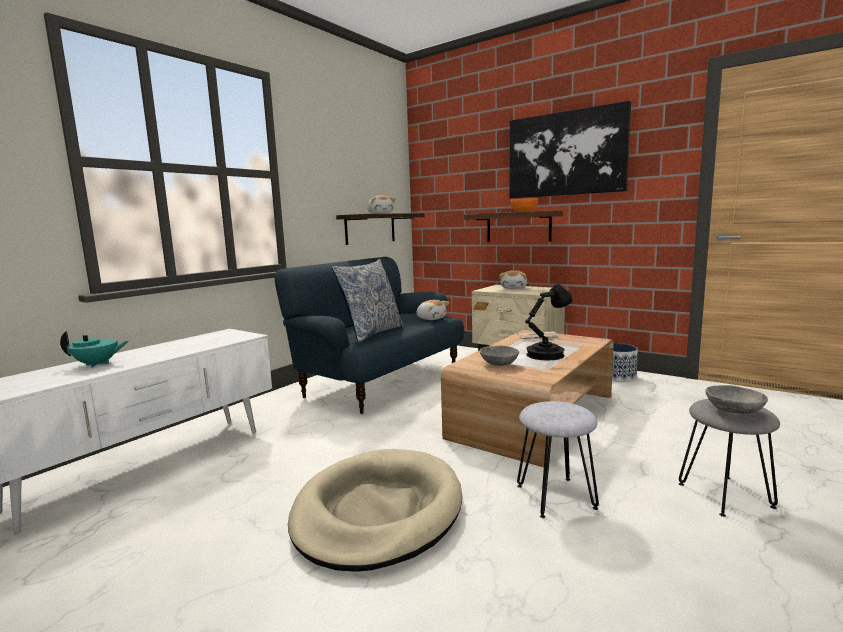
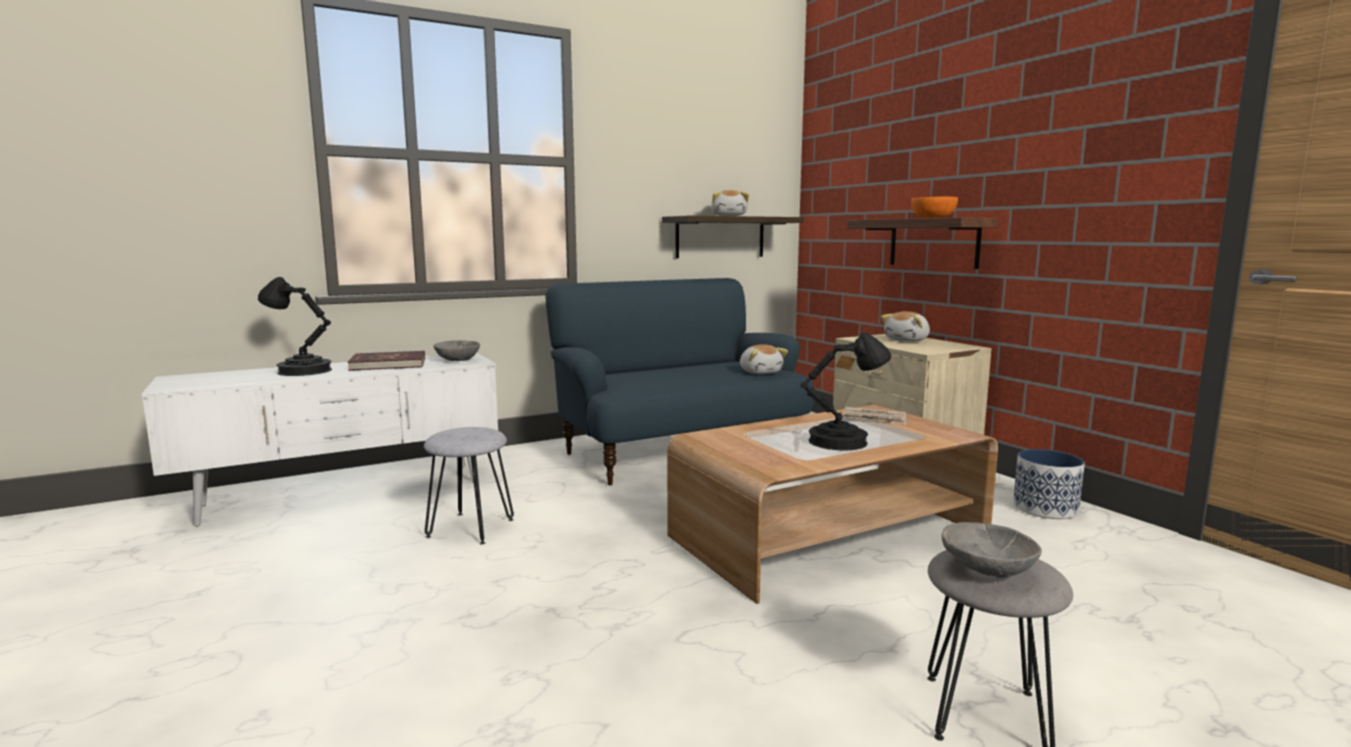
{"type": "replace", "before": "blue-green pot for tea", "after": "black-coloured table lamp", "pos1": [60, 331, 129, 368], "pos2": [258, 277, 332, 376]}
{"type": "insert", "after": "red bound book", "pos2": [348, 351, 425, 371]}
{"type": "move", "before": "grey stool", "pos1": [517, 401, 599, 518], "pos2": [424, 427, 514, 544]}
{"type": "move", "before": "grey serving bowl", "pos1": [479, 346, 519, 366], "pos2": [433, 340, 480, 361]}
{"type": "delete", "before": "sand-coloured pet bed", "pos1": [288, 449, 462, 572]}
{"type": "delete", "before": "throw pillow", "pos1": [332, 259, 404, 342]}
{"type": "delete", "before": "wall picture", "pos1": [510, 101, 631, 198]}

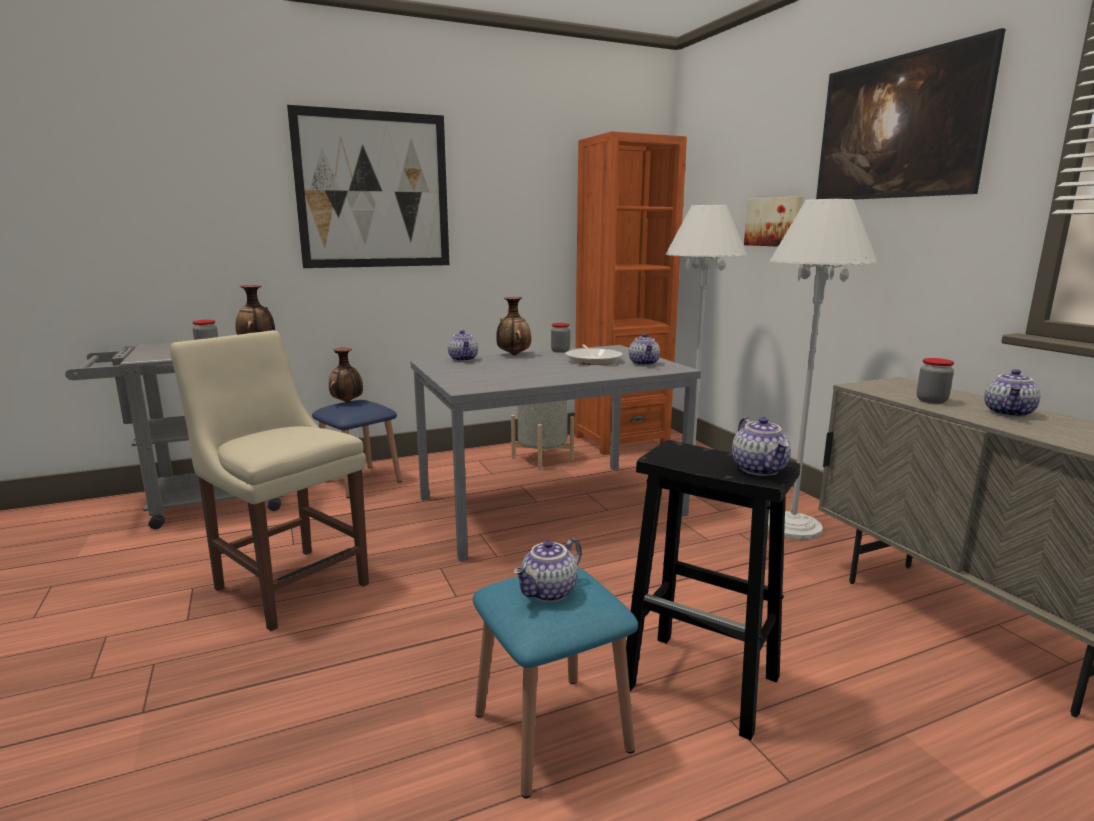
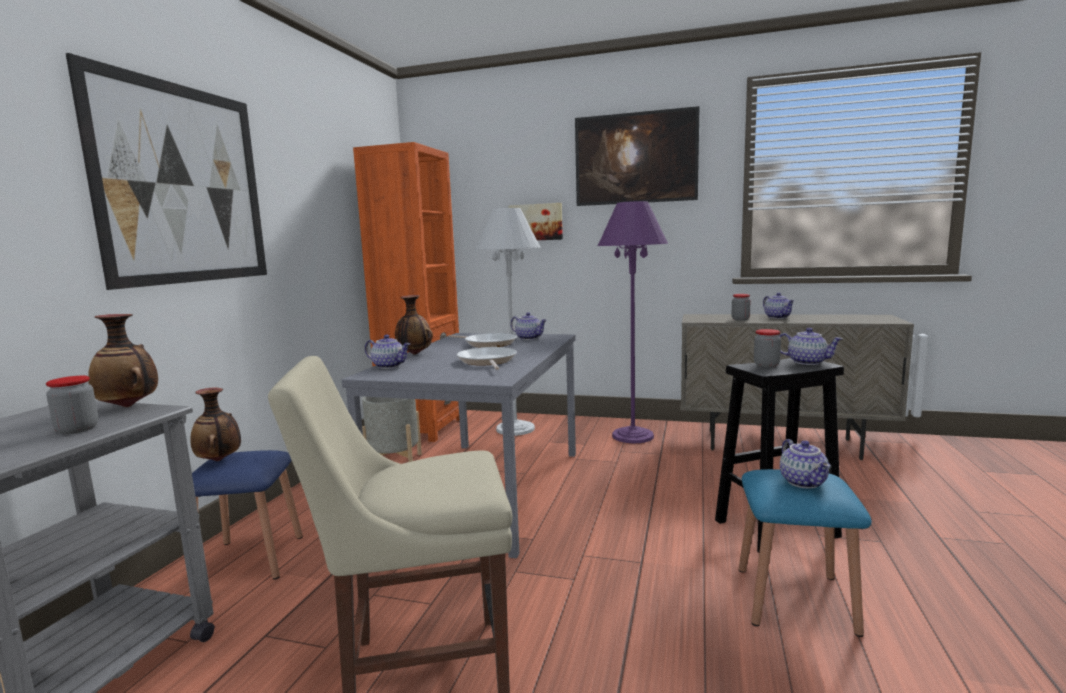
{"type": "insert", "after": "pan", "pos2": [457, 347, 517, 370]}
{"type": "recolor", "before": "white standard lamp", "after": "purple-coloured standard lamp", "pos1": [768, 199, 878, 540], "pos2": [598, 201, 668, 443]}
{"type": "move", "before": "jar", "pos1": [551, 323, 570, 353], "pos2": [754, 329, 781, 367]}

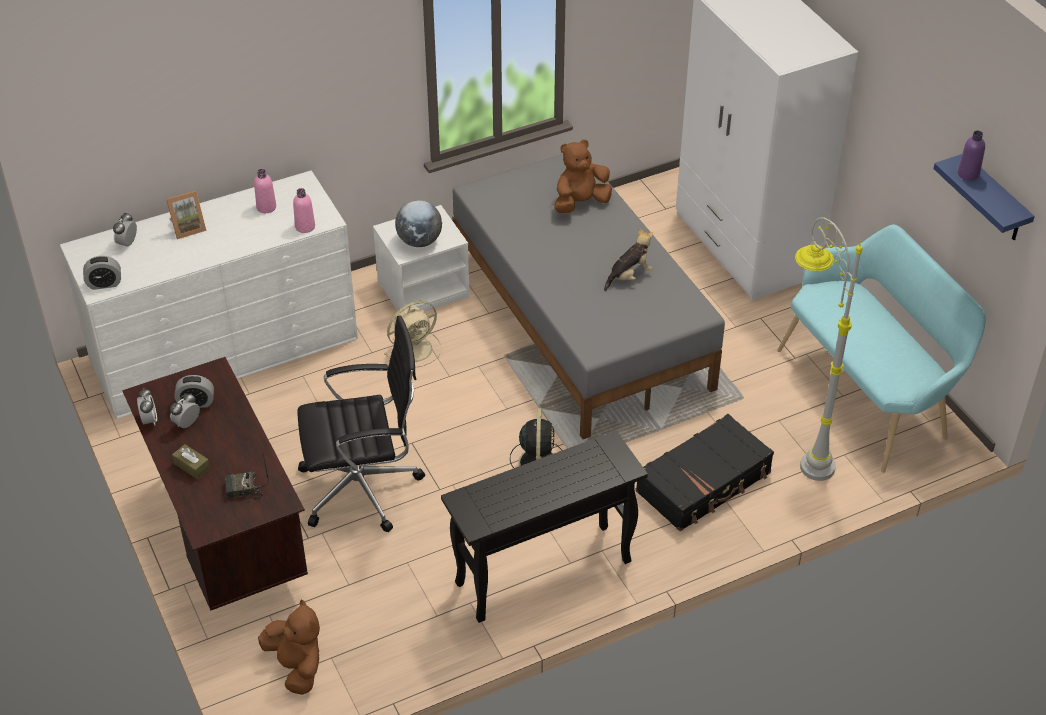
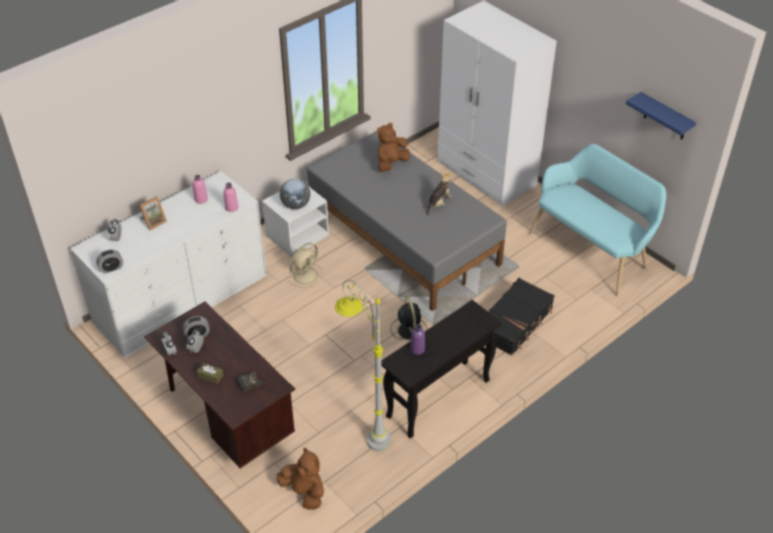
{"type": "move", "before": "grey standard lamp", "pos1": [795, 218, 863, 481], "pos2": [335, 280, 391, 451]}
{"type": "move", "before": "purple-coloured beverage bottle", "pos1": [958, 131, 985, 181], "pos2": [410, 324, 425, 355]}
{"type": "delete", "before": "black-coloured computer chair", "pos1": [297, 315, 425, 532]}

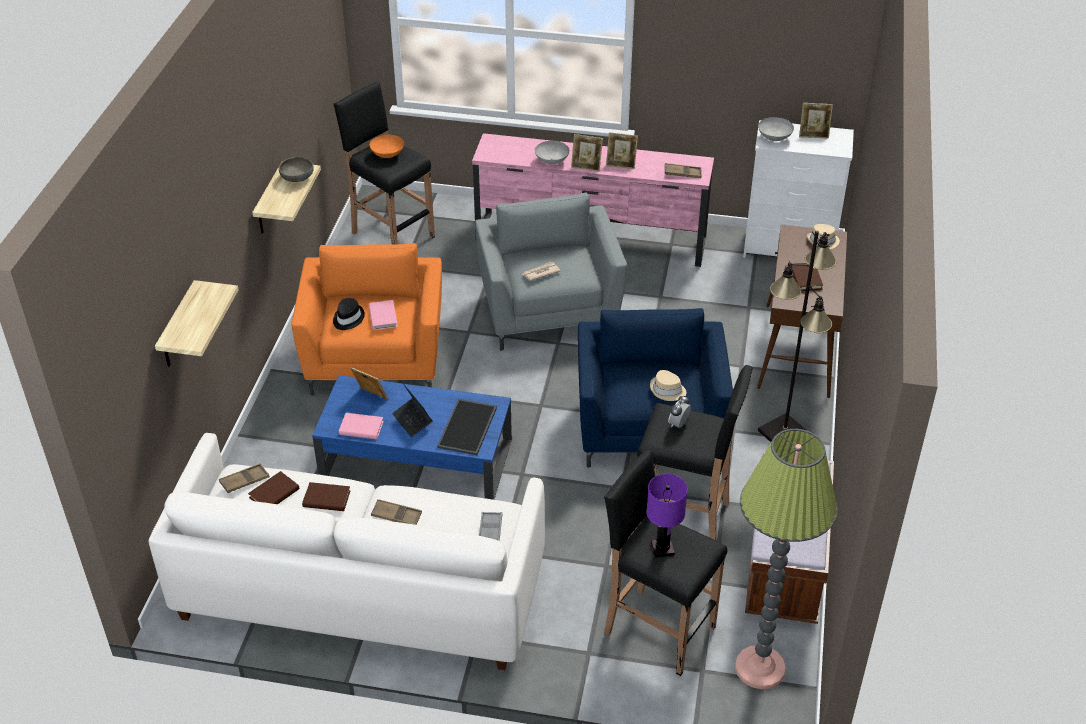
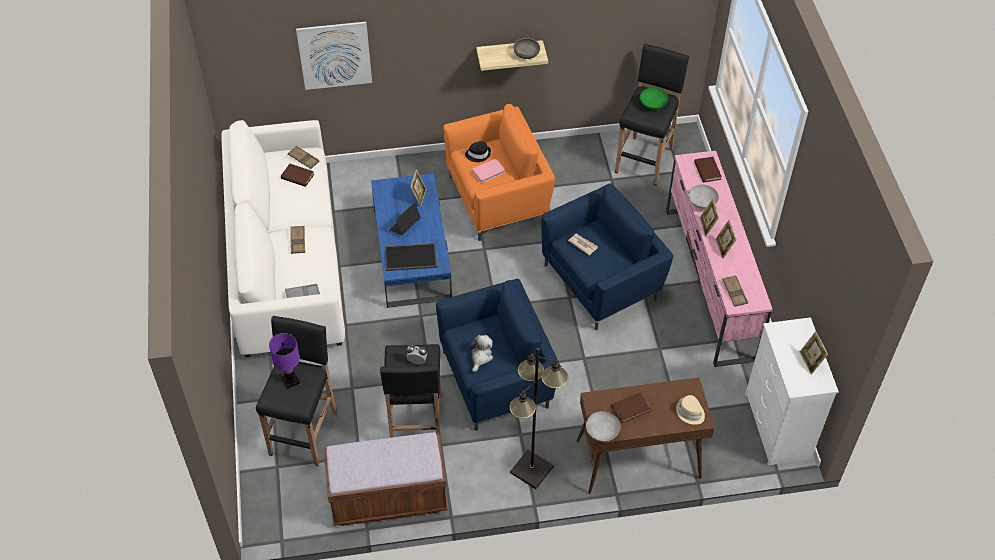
{"type": "replace", "before": "bracket shelf", "after": "wall picture", "pos1": [155, 280, 238, 367], "pos2": [296, 22, 372, 90]}
{"type": "replace", "before": "sand-coloured hat", "after": "plush toy", "pos1": [650, 370, 687, 401], "pos2": [471, 335, 493, 372]}
{"type": "recolor", "before": "grey armchair", "after": "blue-coloured armchair", "pos1": [475, 193, 627, 351], "pos2": [541, 183, 673, 330]}
{"type": "move", "before": "grey serving bowl", "pos1": [758, 117, 794, 141], "pos2": [586, 411, 621, 442]}
{"type": "recolor", "before": "orange serving bowl", "after": "greenish serving bowl", "pos1": [370, 135, 404, 158], "pos2": [640, 88, 668, 110]}
{"type": "move", "before": "brown bound book", "pos1": [302, 482, 351, 511], "pos2": [694, 157, 722, 183]}
{"type": "delete", "before": "pink-coloured bound book", "pos1": [339, 413, 384, 439]}
{"type": "delete", "before": "standard lamp", "pos1": [735, 429, 837, 689]}

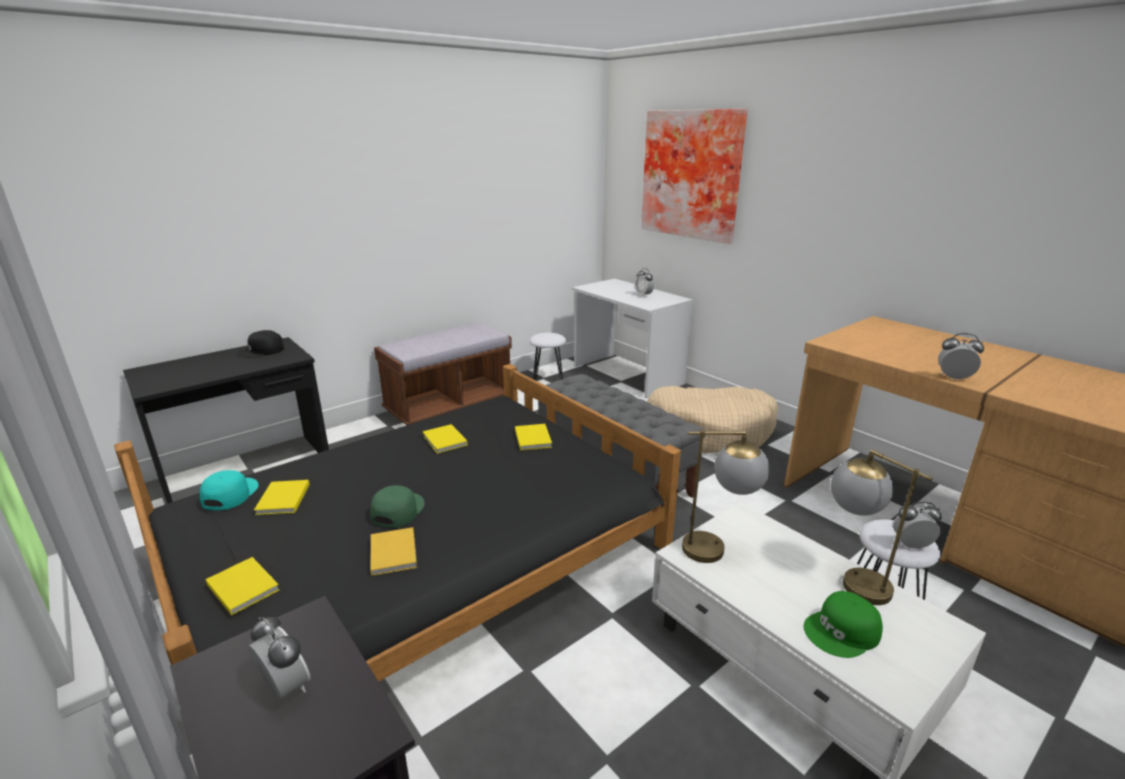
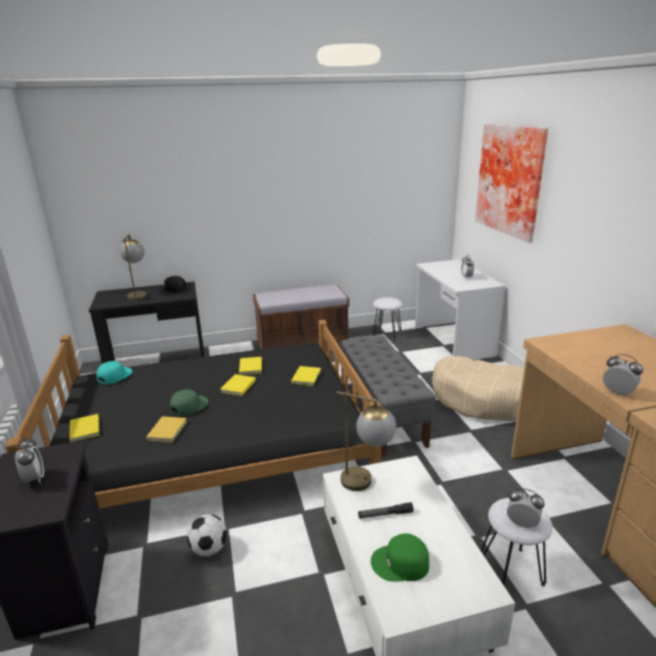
{"type": "move", "before": "table lamp", "pos1": [831, 450, 932, 605], "pos2": [120, 234, 147, 301]}
{"type": "insert", "after": "ball for football", "pos2": [187, 514, 227, 556]}
{"type": "move", "before": "yellowish bound book", "pos1": [254, 480, 310, 515], "pos2": [220, 374, 256, 396]}
{"type": "insert", "after": "hand torch", "pos2": [358, 502, 414, 519]}

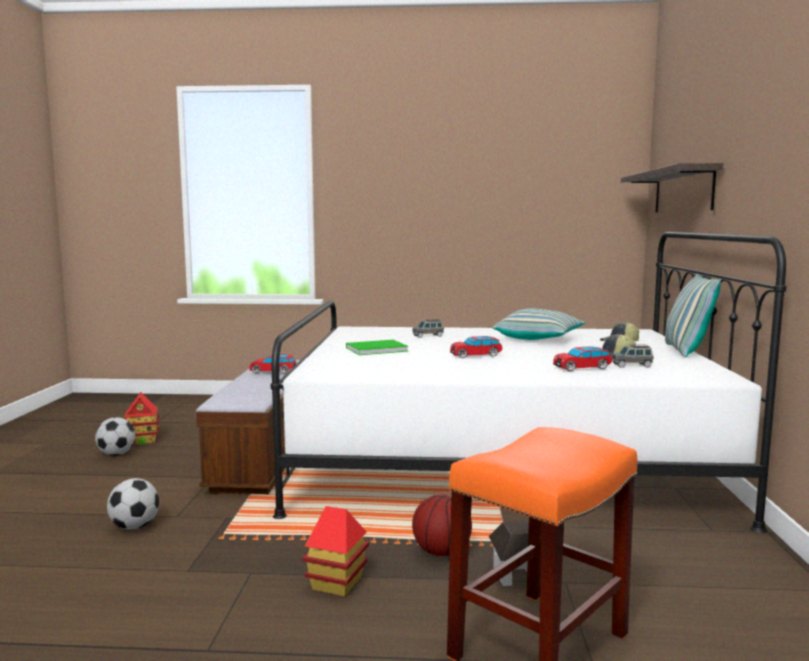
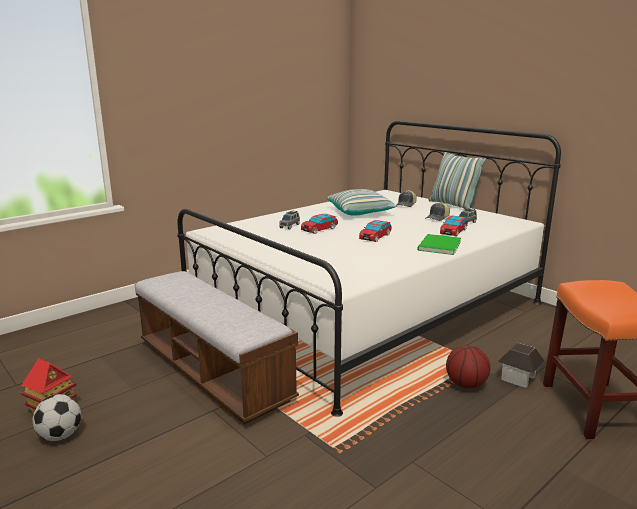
{"type": "move", "before": "miniature car", "pos1": [250, 354, 296, 373], "pos2": [301, 214, 338, 234]}
{"type": "move", "before": "greenish bound book", "pos1": [346, 340, 408, 355], "pos2": [417, 234, 461, 255]}
{"type": "delete", "before": "ball for football", "pos1": [107, 478, 159, 530]}
{"type": "delete", "before": "toy house", "pos1": [302, 506, 369, 597]}
{"type": "delete", "before": "bracket shelf", "pos1": [621, 163, 723, 213]}

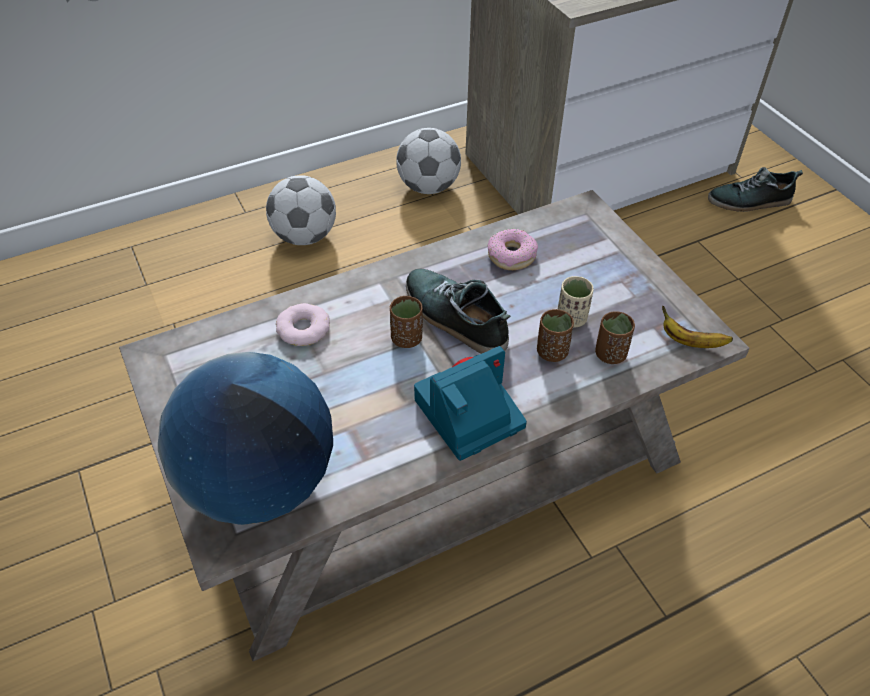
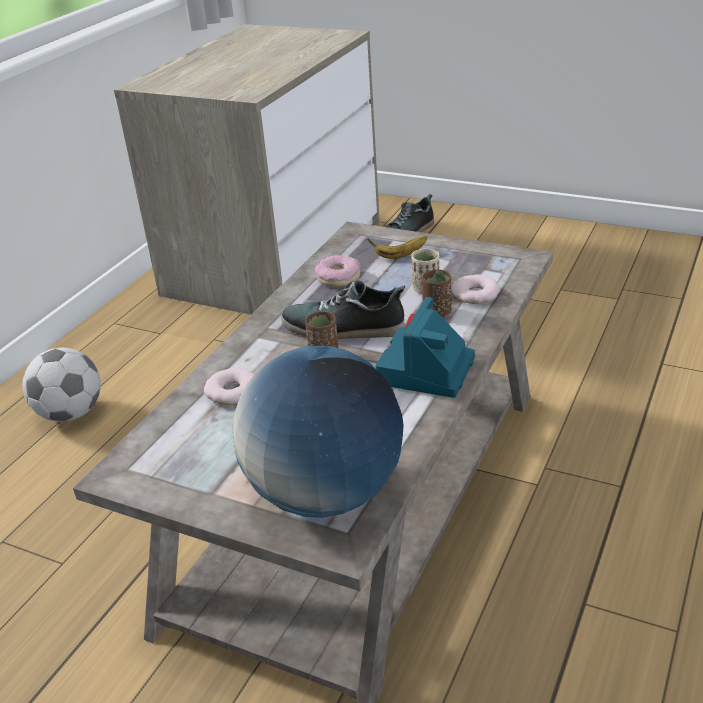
{"type": "move", "before": "banana fruit", "pos1": [662, 306, 733, 348], "pos2": [367, 236, 427, 259]}
{"type": "replace", "before": "brown small cup", "after": "ring doughnut", "pos1": [595, 311, 635, 364], "pos2": [451, 274, 500, 304]}
{"type": "delete", "before": "ball for football", "pos1": [396, 128, 461, 194]}

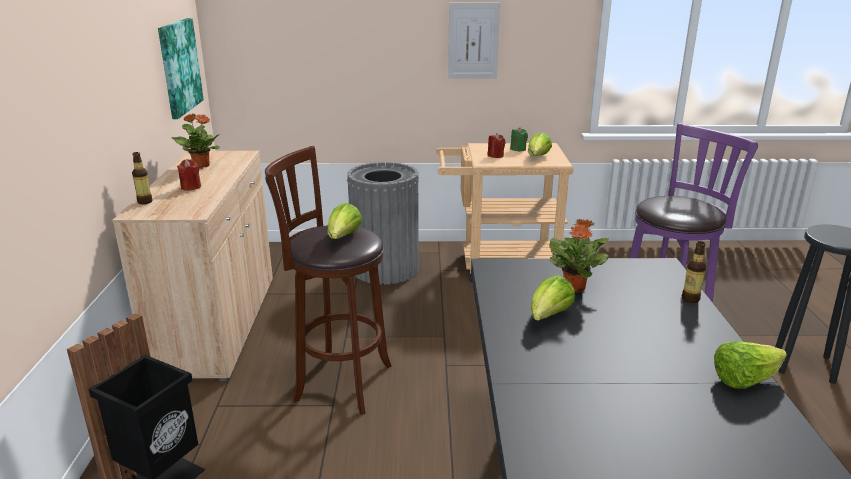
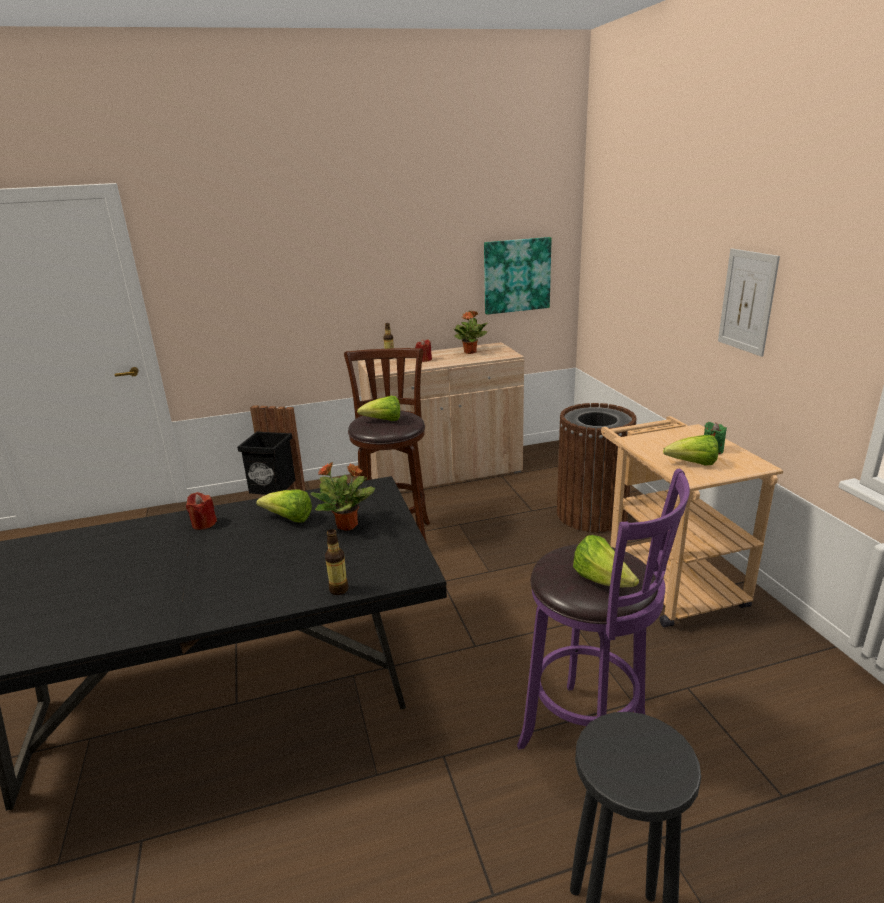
{"type": "move", "before": "red wax candle", "pos1": [487, 133, 505, 158], "pos2": [186, 492, 217, 530]}
{"type": "recolor", "before": "grey trash can", "after": "brown trash can", "pos1": [347, 162, 419, 285], "pos2": [557, 403, 637, 533]}
{"type": "move", "before": "lettuce head", "pos1": [714, 341, 787, 389], "pos2": [573, 535, 639, 587]}

